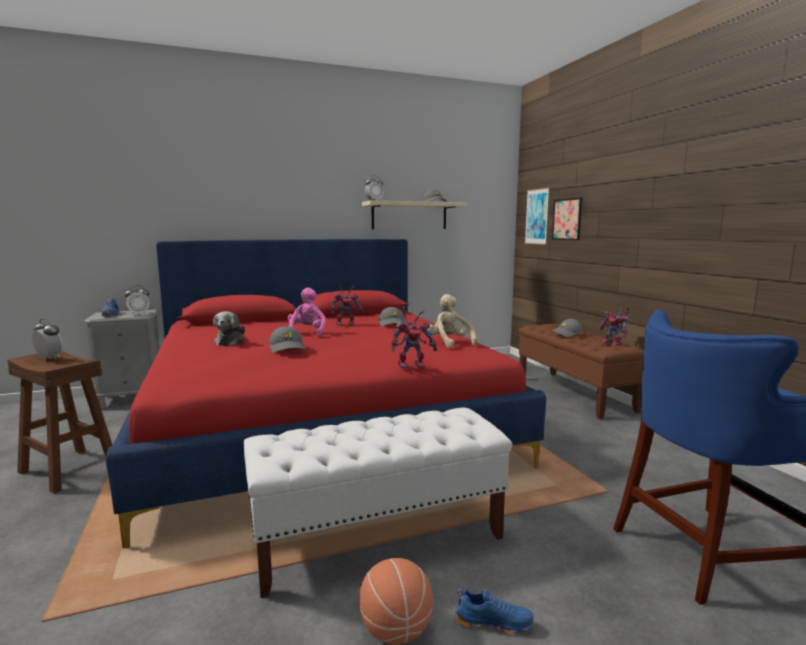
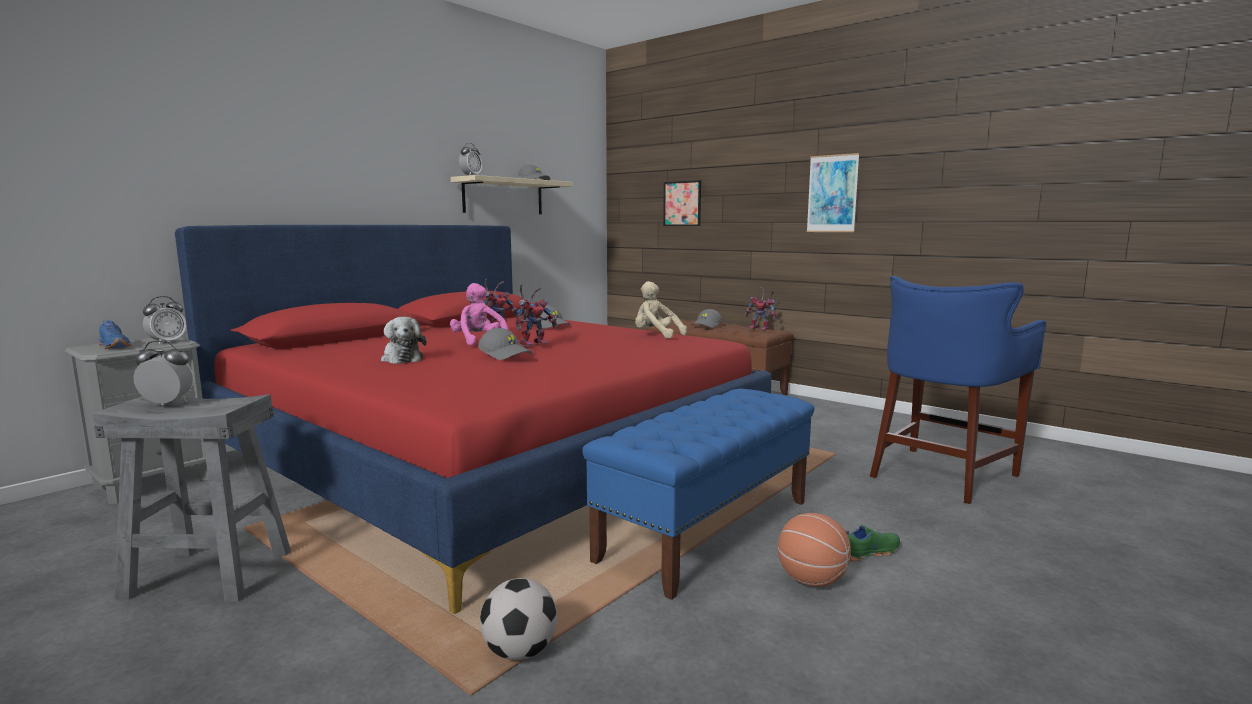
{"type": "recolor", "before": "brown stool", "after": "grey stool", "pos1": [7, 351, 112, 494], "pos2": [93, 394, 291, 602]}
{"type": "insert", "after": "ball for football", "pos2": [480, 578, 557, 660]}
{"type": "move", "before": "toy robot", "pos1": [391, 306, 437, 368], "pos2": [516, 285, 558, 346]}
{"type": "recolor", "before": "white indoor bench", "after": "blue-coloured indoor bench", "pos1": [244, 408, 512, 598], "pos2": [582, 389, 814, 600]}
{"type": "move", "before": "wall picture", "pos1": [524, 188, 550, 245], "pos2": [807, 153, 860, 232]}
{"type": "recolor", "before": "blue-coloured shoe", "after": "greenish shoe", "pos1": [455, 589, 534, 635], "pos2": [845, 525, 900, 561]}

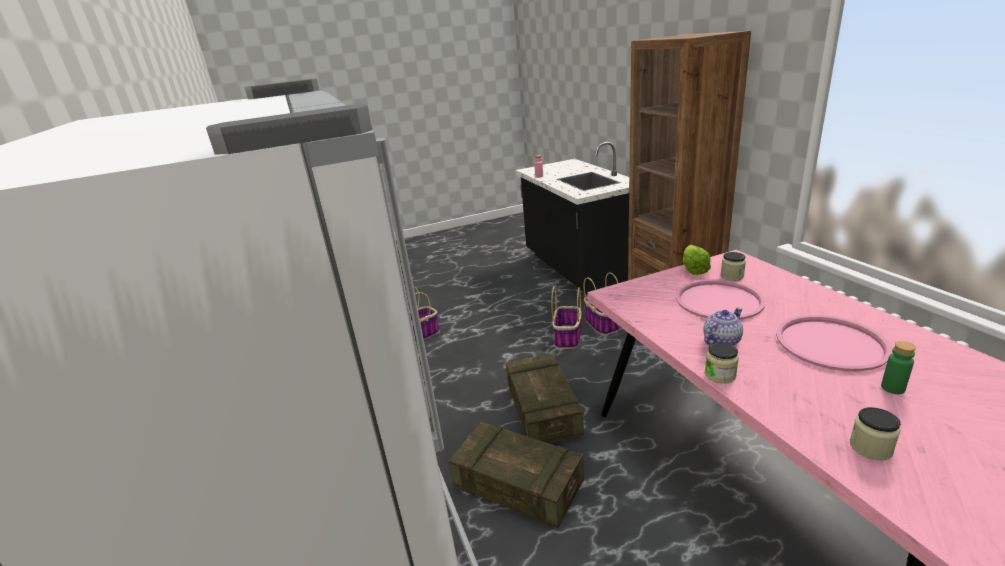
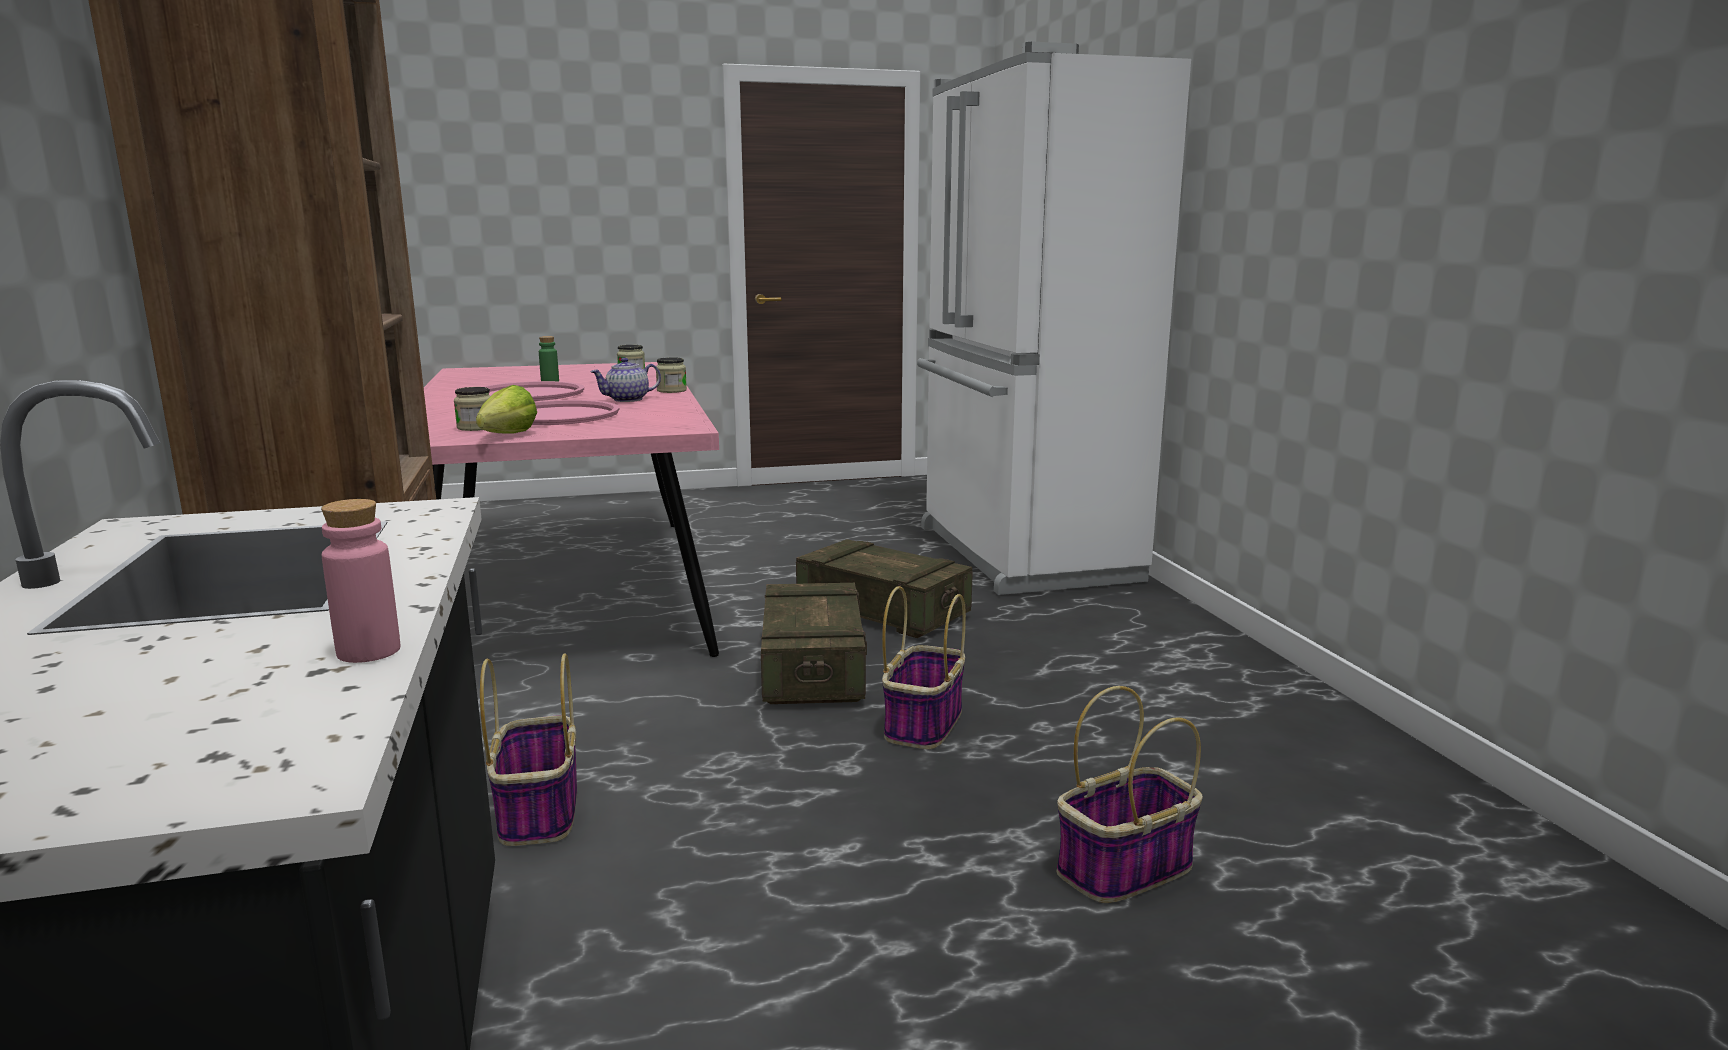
{"type": "move", "before": "household basket", "pos1": [551, 286, 582, 349], "pos2": [882, 586, 966, 749]}

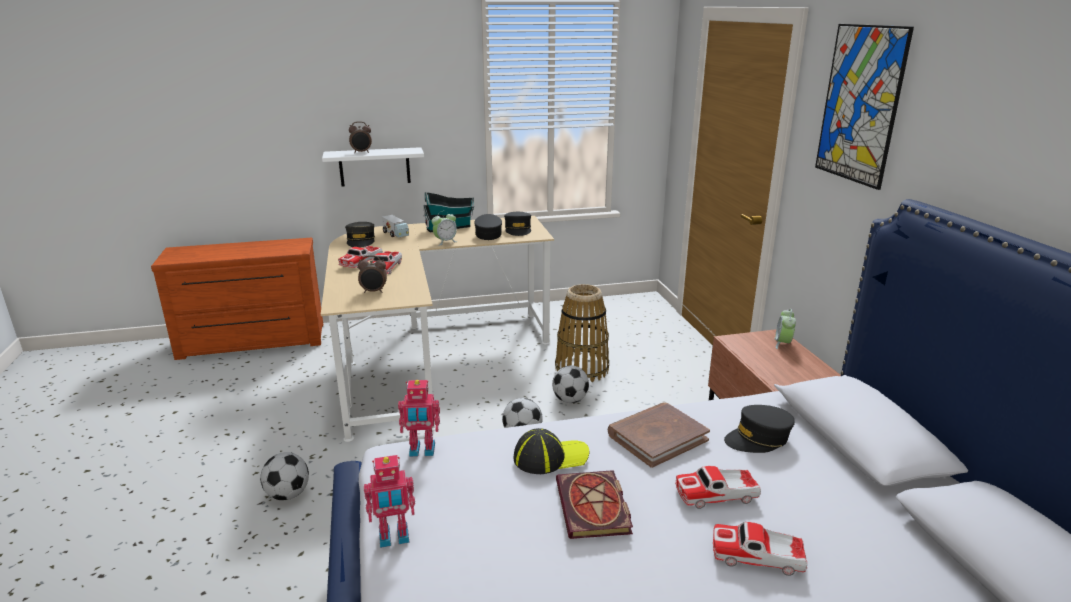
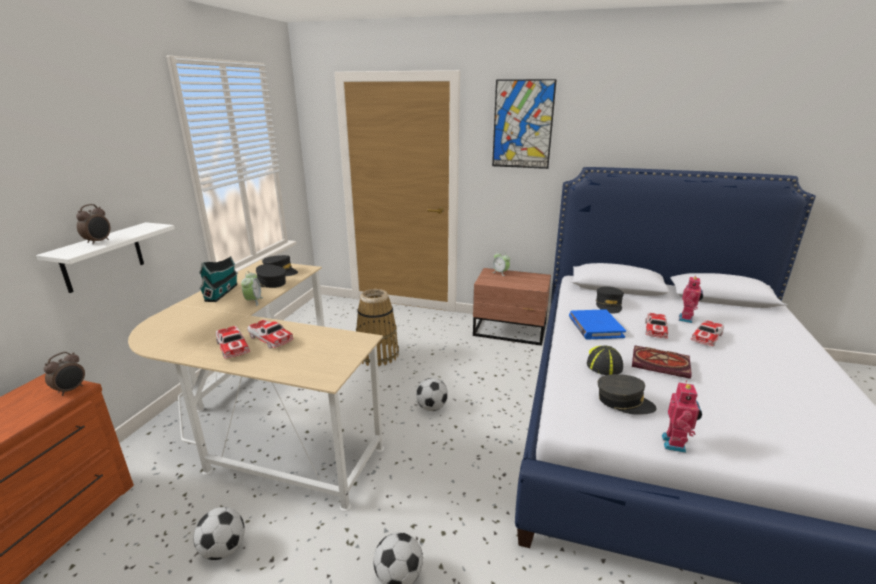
{"type": "move", "before": "alarm clock", "pos1": [358, 255, 387, 293], "pos2": [44, 352, 85, 396]}
{"type": "move", "before": "ball for football", "pos1": [552, 365, 589, 403], "pos2": [193, 507, 245, 560]}
{"type": "recolor", "before": "brown bound book", "after": "blue-coloured bound book", "pos1": [608, 402, 710, 468], "pos2": [569, 309, 626, 340]}
{"type": "move", "before": "grey peaked cap", "pos1": [345, 222, 375, 248], "pos2": [597, 374, 657, 415]}
{"type": "move", "before": "toy robot", "pos1": [398, 380, 440, 457], "pos2": [679, 277, 703, 323]}
{"type": "delete", "before": "toy lorry", "pos1": [382, 215, 409, 238]}

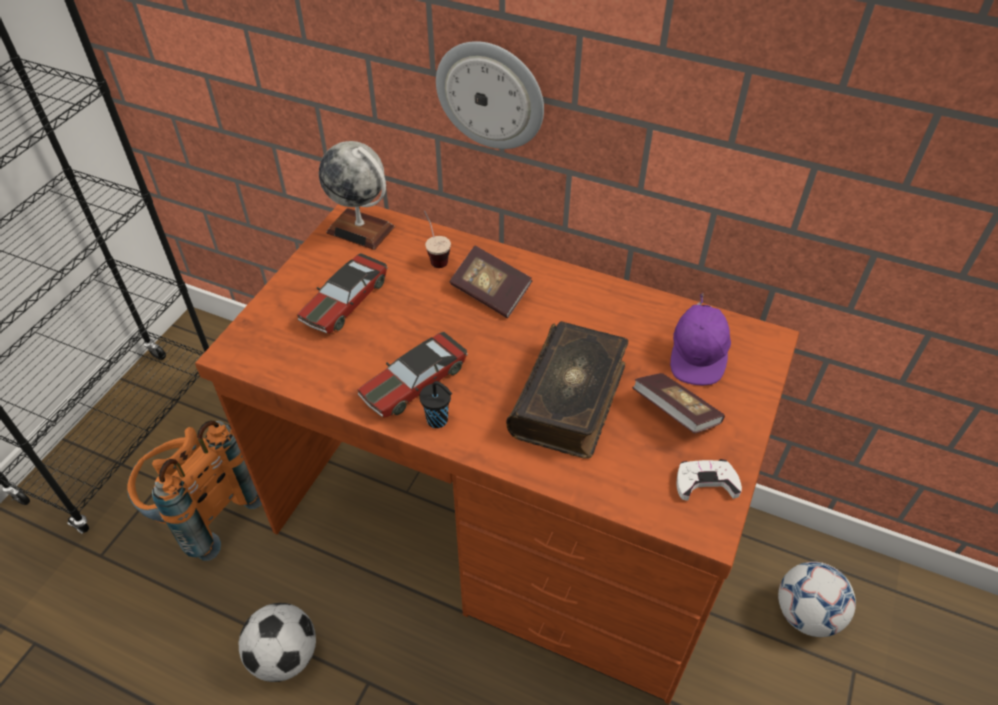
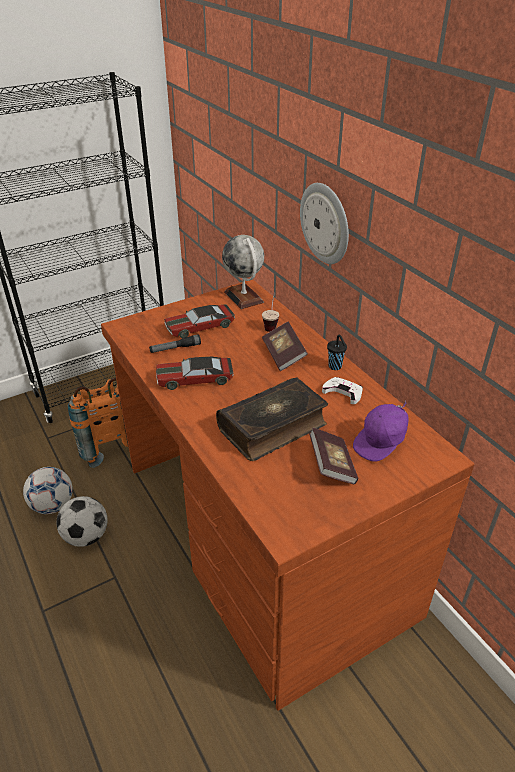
{"type": "move", "before": "ball for football", "pos1": [778, 562, 856, 637], "pos2": [23, 467, 73, 514]}
{"type": "insert", "after": "hand torch", "pos2": [149, 334, 201, 353]}
{"type": "move", "before": "white game controller", "pos1": [676, 459, 742, 501], "pos2": [322, 377, 363, 404]}
{"type": "move", "before": "black-coloured small cup", "pos1": [419, 381, 452, 428], "pos2": [327, 335, 347, 370]}

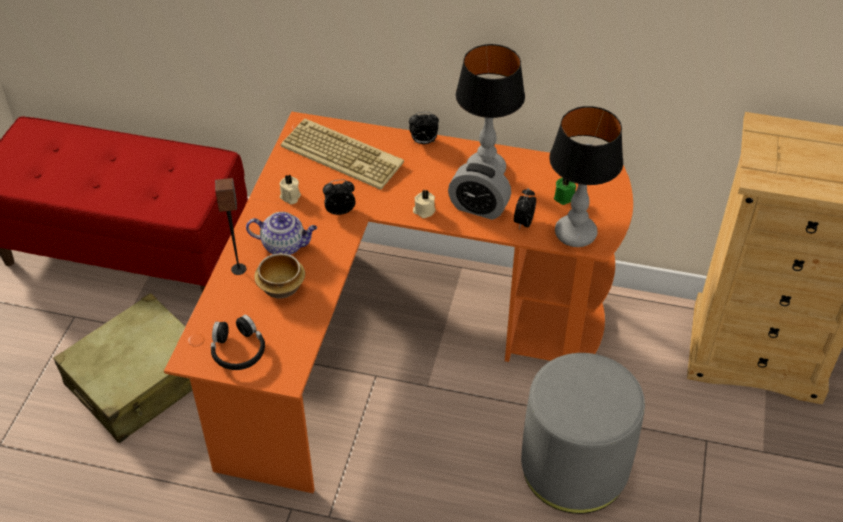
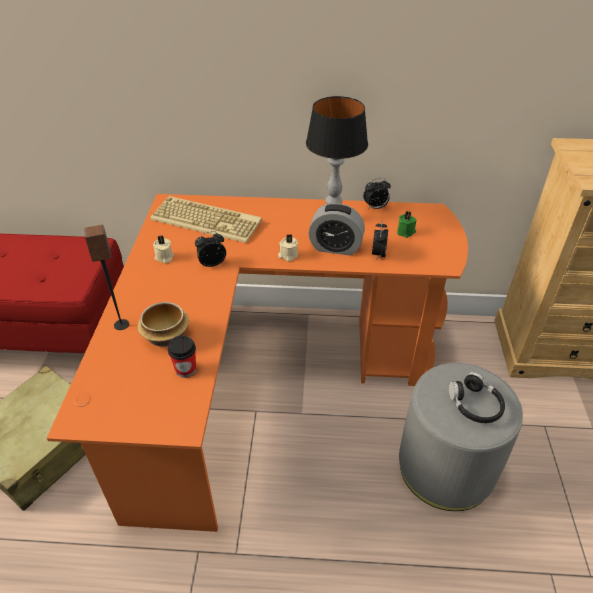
{"type": "insert", "after": "small cup", "pos2": [168, 335, 196, 378]}
{"type": "move", "before": "alarm clock", "pos1": [409, 112, 439, 144], "pos2": [363, 178, 391, 209]}
{"type": "move", "before": "black-coloured pair of headphones", "pos1": [211, 315, 265, 370], "pos2": [449, 372, 505, 423]}
{"type": "delete", "before": "pot for tea", "pos1": [246, 212, 317, 255]}
{"type": "delete", "before": "table lamp", "pos1": [549, 106, 623, 247]}

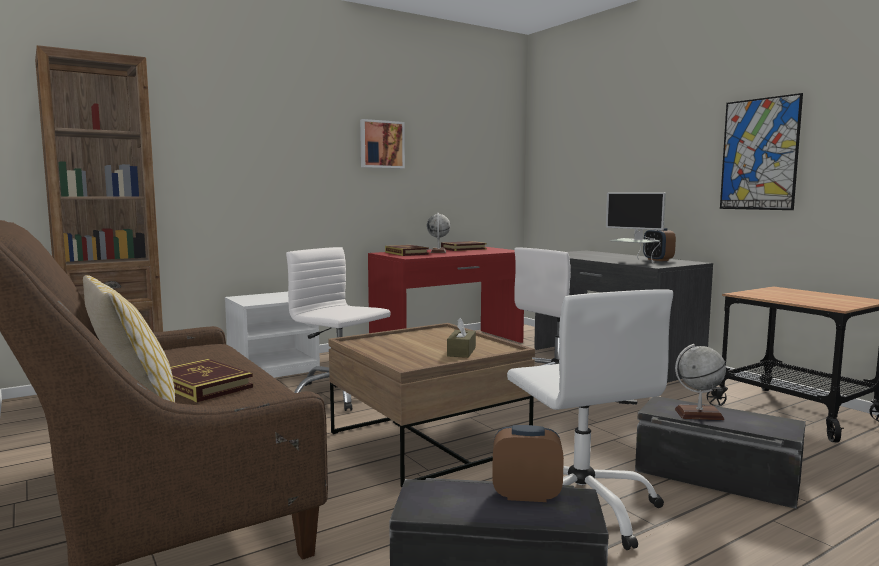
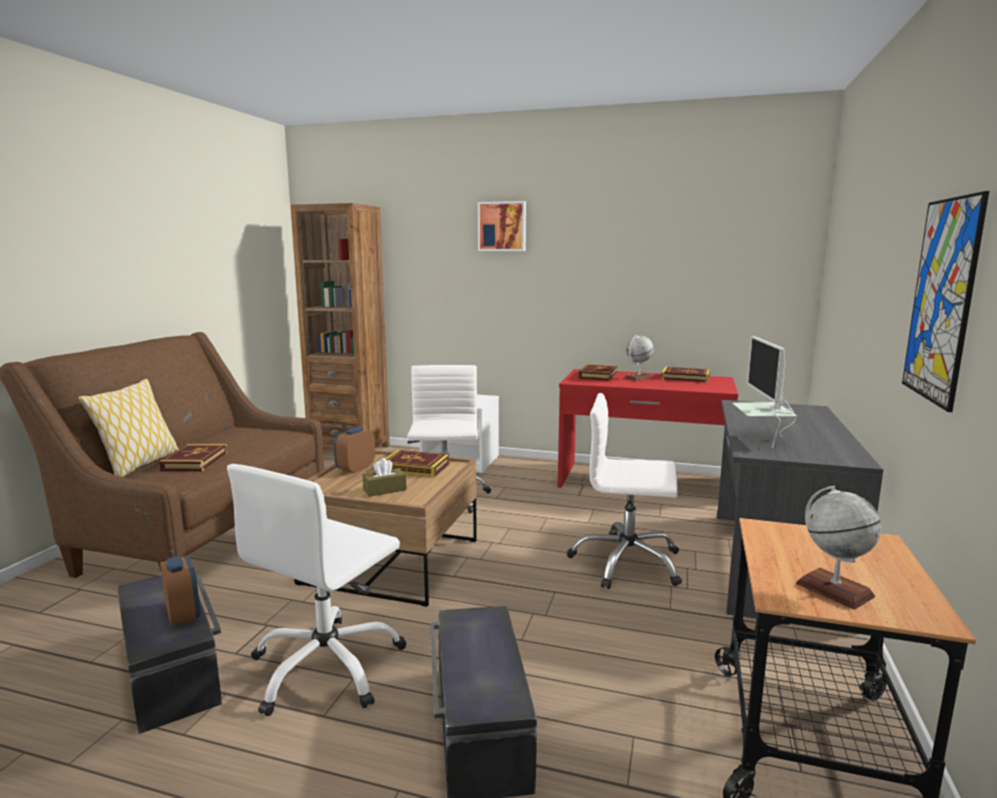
{"type": "move", "before": "alarm clock", "pos1": [643, 228, 676, 261], "pos2": [334, 427, 375, 473]}
{"type": "insert", "after": "bound book", "pos2": [385, 450, 450, 477]}
{"type": "move", "before": "wall picture", "pos1": [360, 119, 405, 168], "pos2": [478, 201, 526, 251]}
{"type": "move", "before": "globe", "pos1": [675, 344, 726, 420], "pos2": [796, 486, 881, 610]}

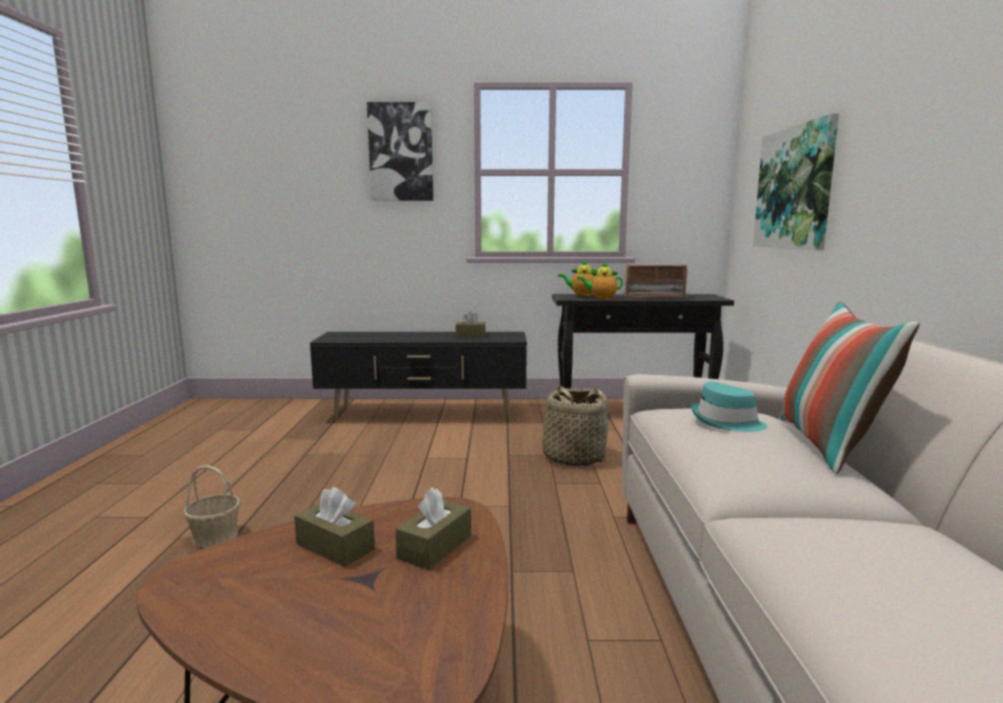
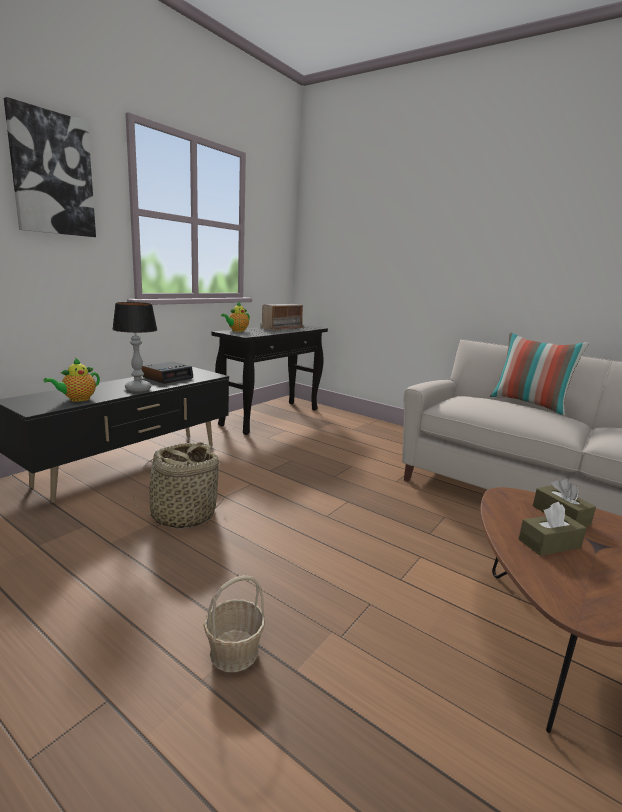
{"type": "move", "before": "pot for tea", "pos1": [577, 262, 623, 300], "pos2": [44, 358, 100, 402]}
{"type": "insert", "after": "table lamp", "pos2": [112, 302, 158, 392]}
{"type": "move", "before": "household basket", "pos1": [535, 386, 611, 467], "pos2": [132, 442, 224, 529]}
{"type": "replace", "before": "brown tissue holder", "after": "alarm clock", "pos1": [455, 311, 486, 337], "pos2": [141, 362, 193, 384]}
{"type": "delete", "before": "blue-green hat", "pos1": [691, 381, 768, 432]}
{"type": "delete", "before": "wall picture", "pos1": [753, 113, 839, 250]}

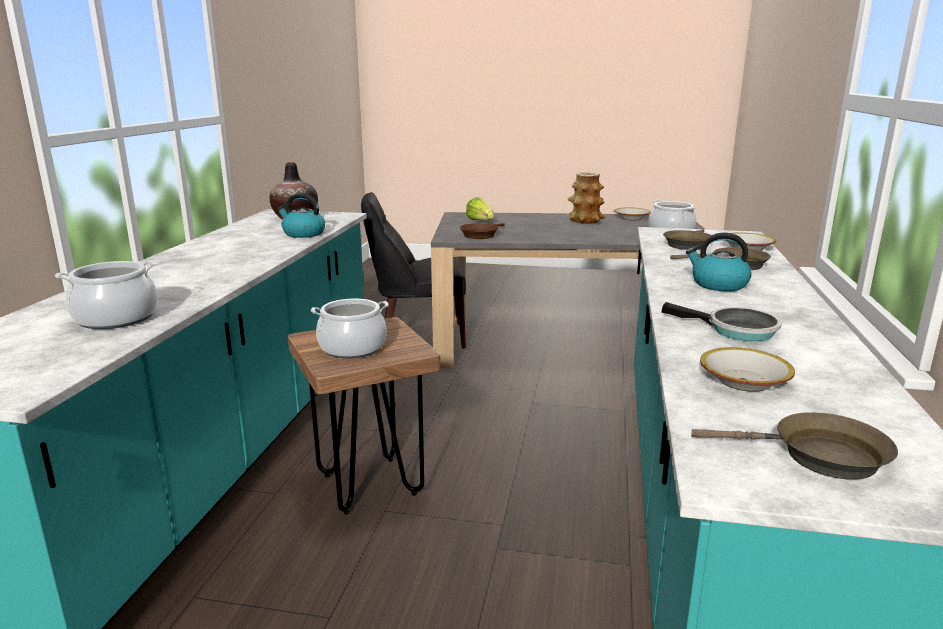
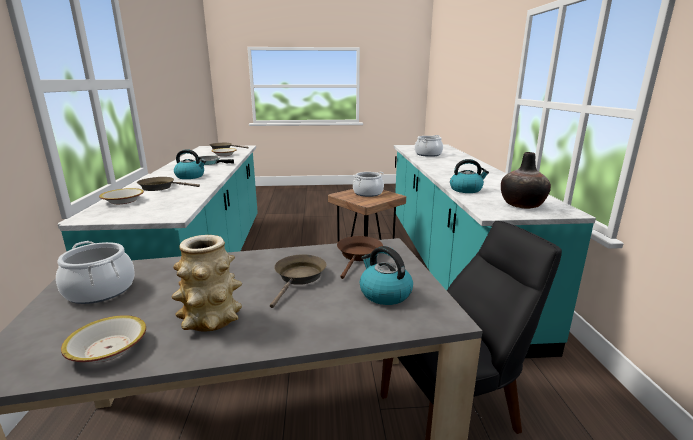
{"type": "move", "before": "brown pan", "pos1": [663, 229, 711, 250], "pos2": [270, 254, 327, 308]}
{"type": "replace", "before": "lettuce head", "after": "water kettle", "pos1": [466, 197, 494, 220], "pos2": [360, 246, 413, 305]}

